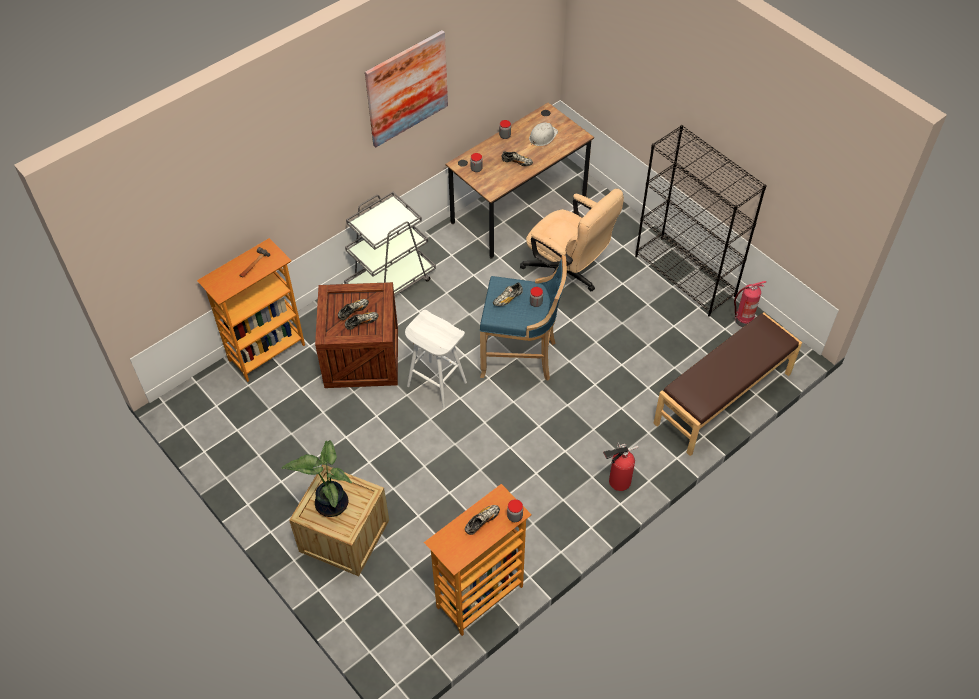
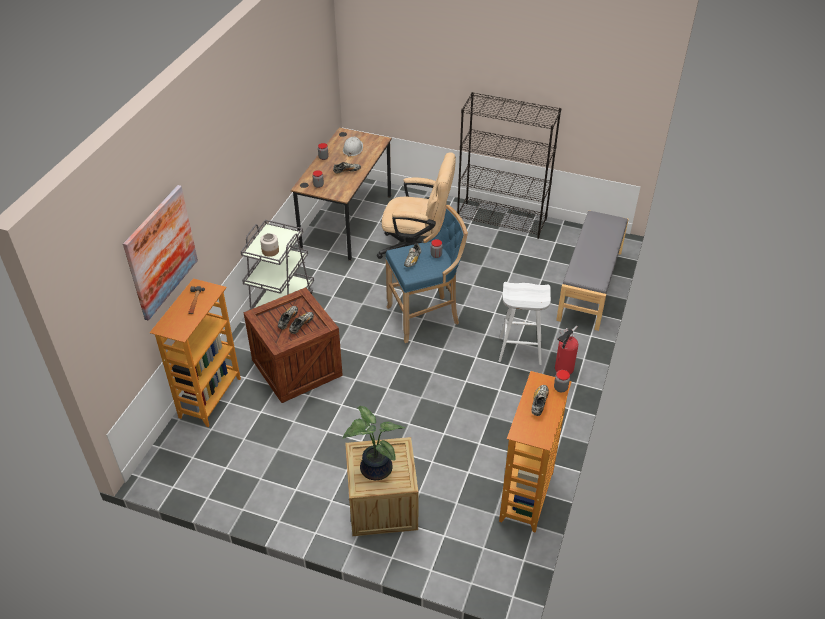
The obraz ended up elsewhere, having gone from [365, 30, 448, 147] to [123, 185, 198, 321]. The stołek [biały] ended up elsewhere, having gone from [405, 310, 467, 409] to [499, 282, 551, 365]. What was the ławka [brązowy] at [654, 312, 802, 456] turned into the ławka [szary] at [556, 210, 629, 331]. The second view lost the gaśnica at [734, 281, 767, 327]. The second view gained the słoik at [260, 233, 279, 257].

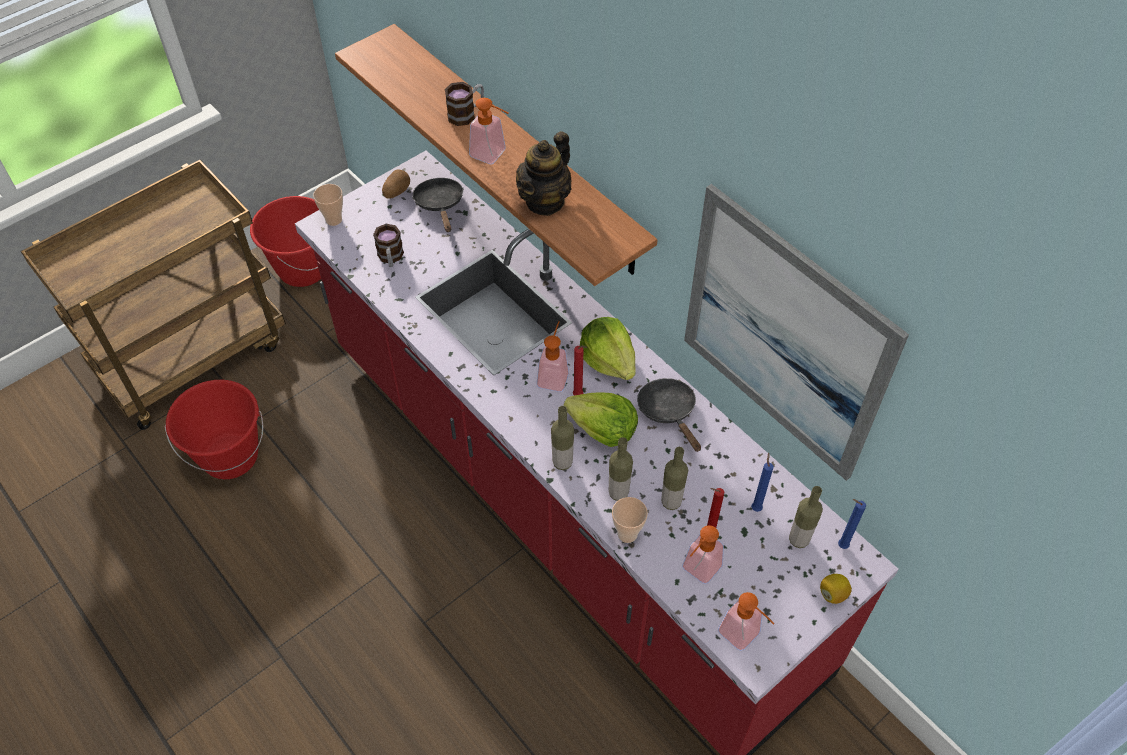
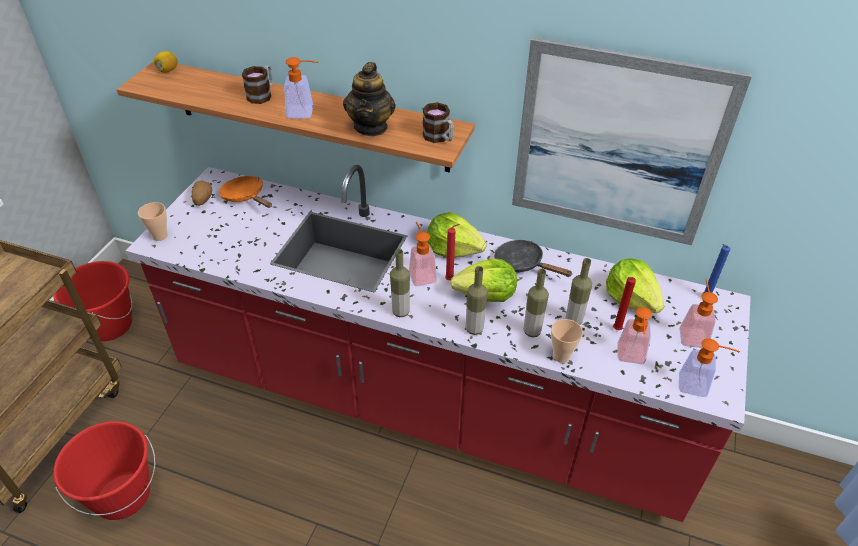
The kubek ended up elsewhere, having gone from [373, 224, 404, 267] to [423, 102, 454, 143]. What was the patelnia [czarny] at [412, 178, 464, 232] turned into the patelnia [pomarańczowy] at [219, 176, 272, 208]. Where the świeca [niebieski] stood at [751, 453, 774, 512], the sałata came to stand at [606, 258, 664, 313]. The butelka ended up elsewhere, having gone from [789, 486, 823, 548] to [390, 249, 410, 317]. The cytryna ended up elsewhere, having gone from [820, 574, 852, 604] to [154, 51, 178, 73]. The second view gained the dozownik mydła at [679, 280, 718, 348].

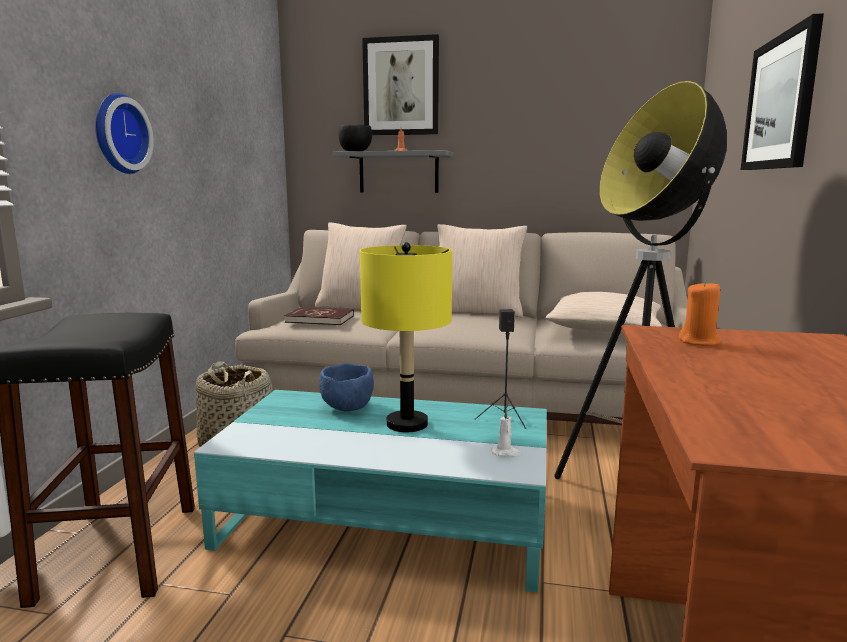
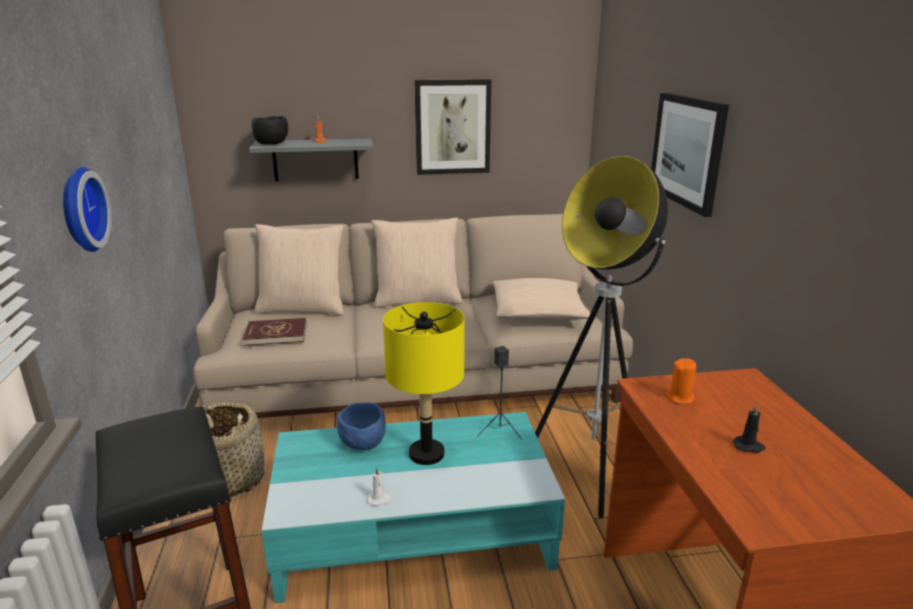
The obraz ended up elsewhere, having gone from [362, 34, 439, 135] to [415, 79, 491, 175]. The świeca [biały] ended up elsewhere, having gone from [492, 409, 521, 457] to [367, 467, 392, 506]. The second view gained the świeca [czarny] at [733, 404, 765, 453].

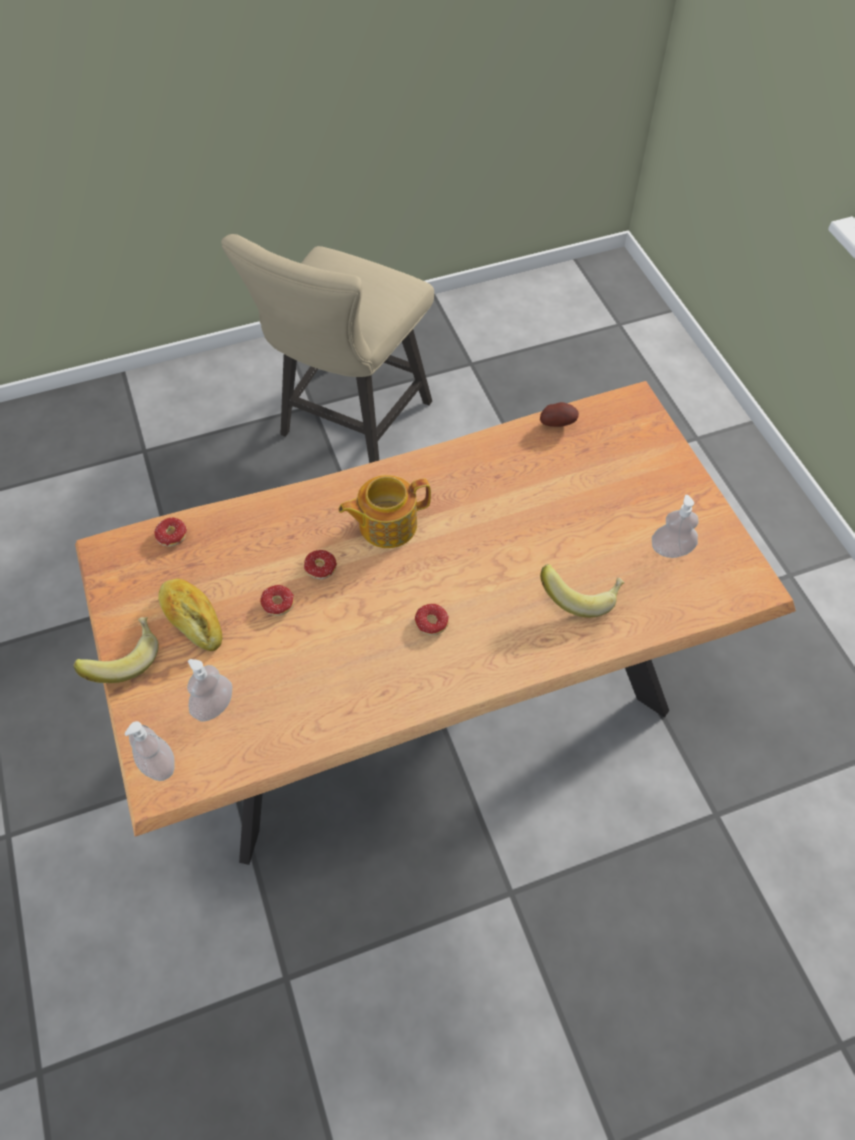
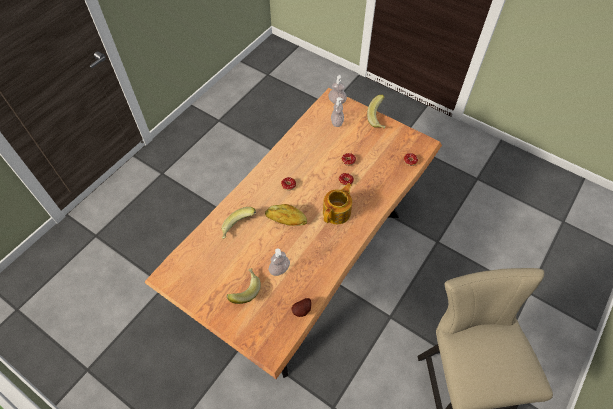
The chleb ended up elsewhere, having gone from [158, 579, 222, 651] to [265, 204, 307, 226]. The dozownik mydła ended up elsewhere, having gone from [652, 495, 698, 558] to [269, 249, 290, 276]. The second view gained the banan at [227, 268, 261, 304].

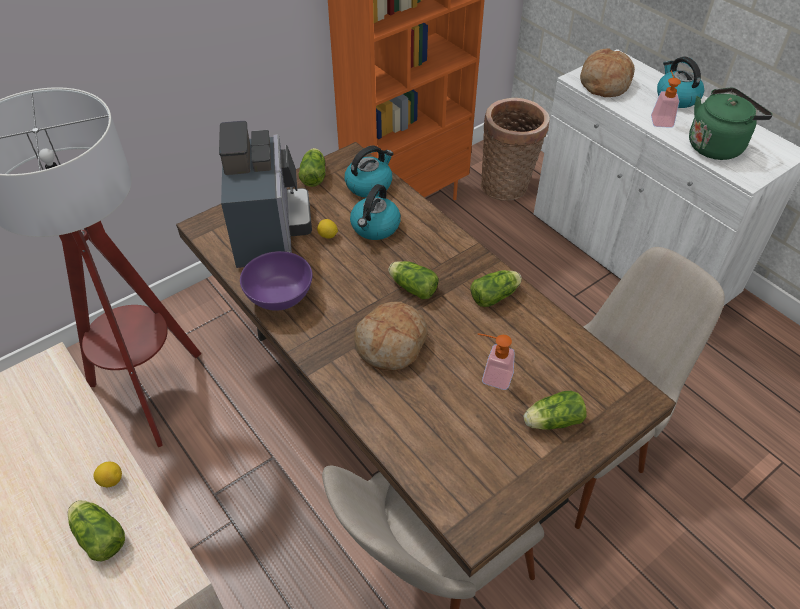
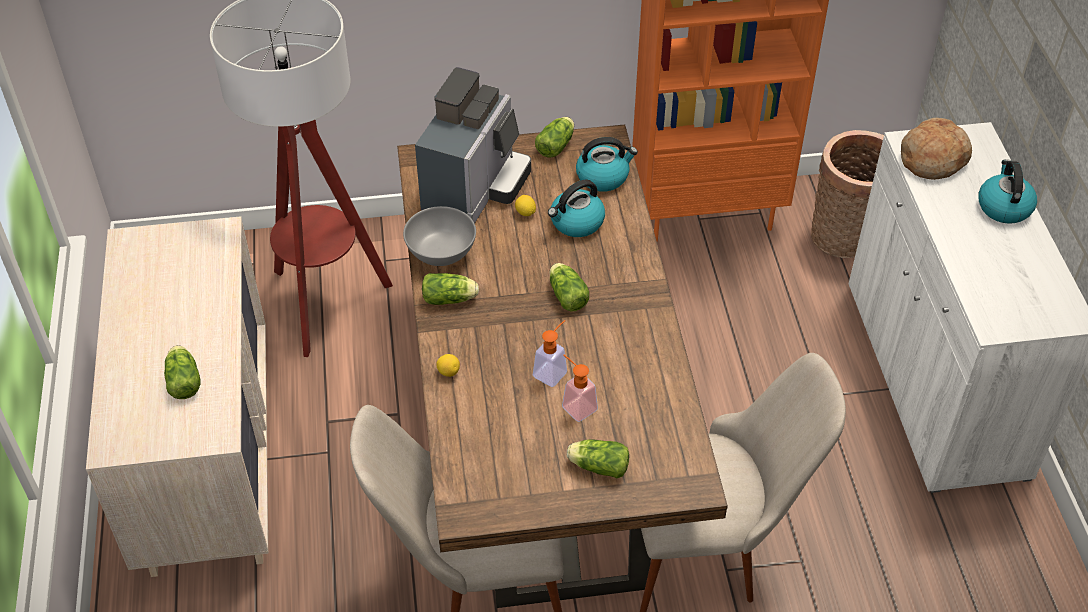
The cytryna ended up elsewhere, having gone from [93, 462, 122, 487] to [436, 354, 460, 377]. What was the miska [fioletowy] at [240, 251, 312, 311] turned into the miska [szary] at [403, 206, 476, 266]. The second view lost the chleb at [354, 302, 428, 371]. The sałata ended up elsewhere, having gone from [470, 270, 522, 307] to [422, 273, 479, 305]. The dozownik mydła ended up elsewhere, having gone from [651, 71, 681, 128] to [533, 320, 567, 387]. The second view lost the czajnik [zielony] at [689, 87, 773, 160].

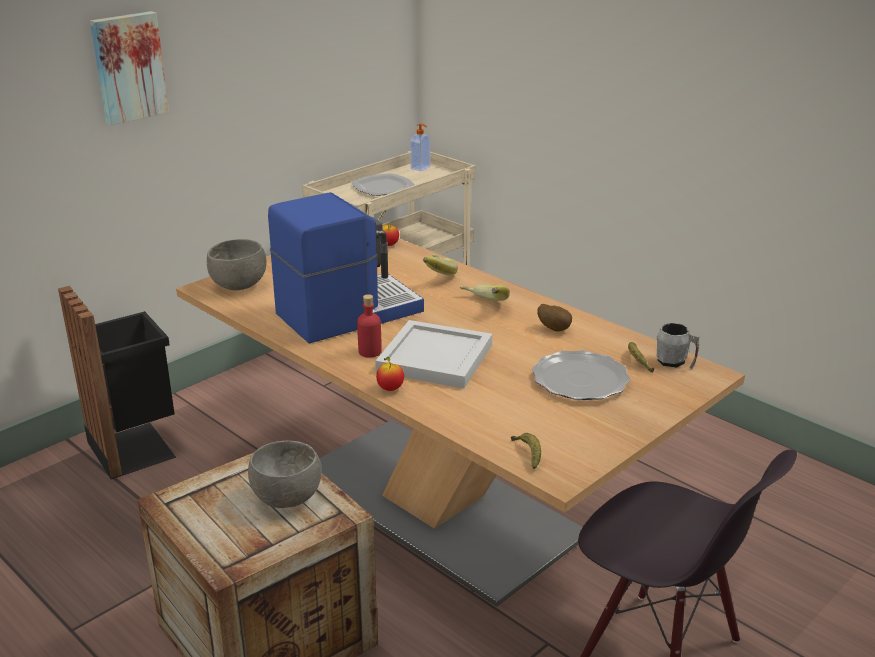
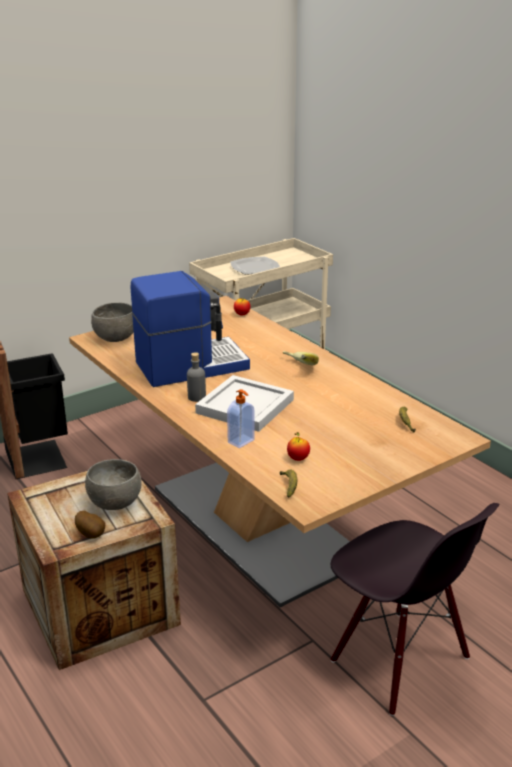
The second view lost the obraz at [90, 11, 169, 125]. What was the butelka [czerwony] at [357, 294, 382, 358] turned into the butelka [szary] at [187, 352, 206, 402]. The jabłko ended up elsewhere, having gone from [376, 357, 404, 391] to [287, 432, 310, 461]. The dozownik mydła ended up elsewhere, having gone from [410, 124, 430, 171] to [227, 389, 255, 448]. The second view lost the banan at [423, 254, 458, 275]. The second view lost the talerz at [532, 350, 631, 400]. The ziemniak ended up elsewhere, having gone from [537, 304, 572, 331] to [75, 511, 105, 539]. The second view lost the kubek [szary] at [657, 323, 700, 369].

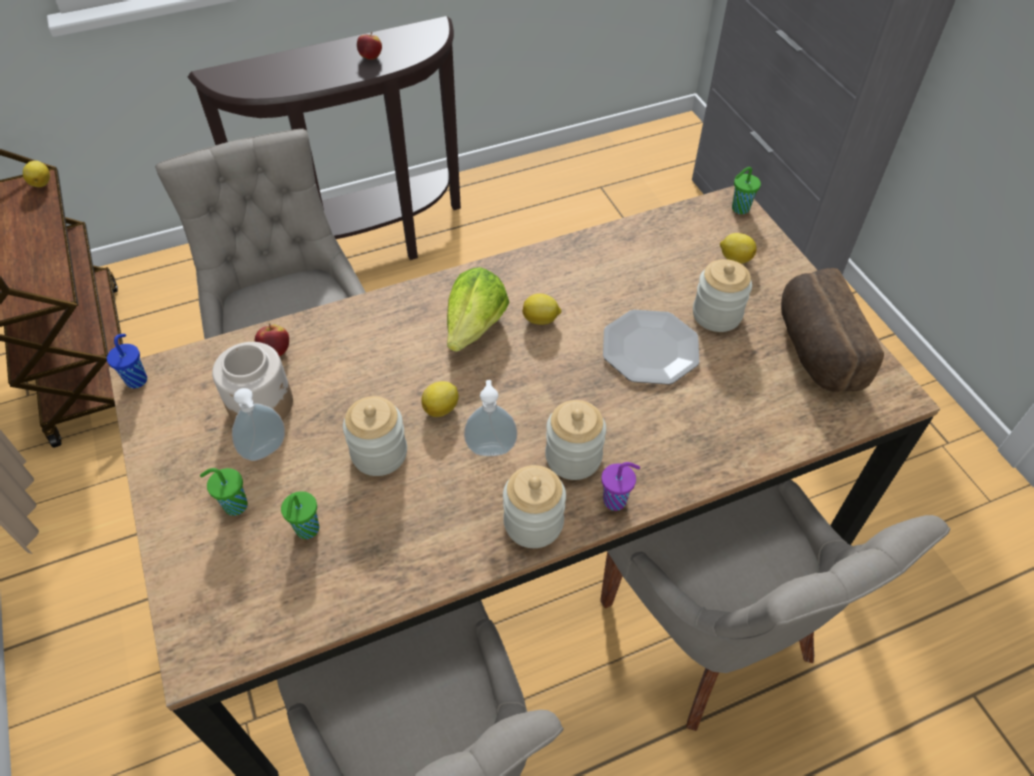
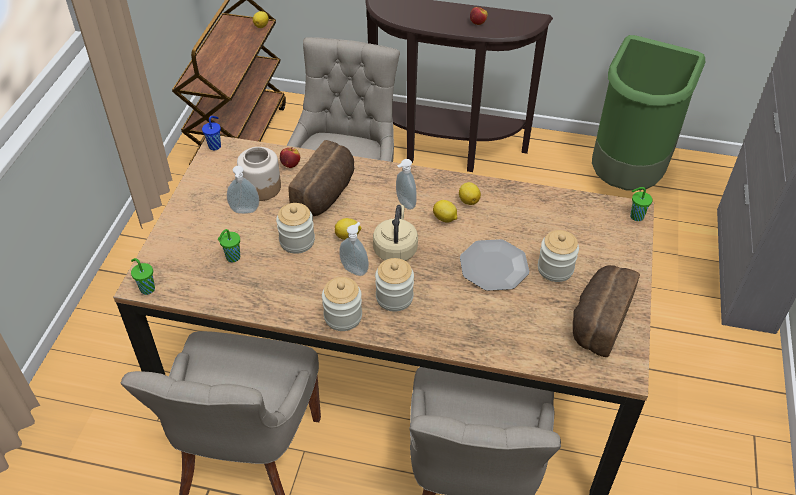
The filiżanka [zielony] ended up elsewhere, having gone from [200, 468, 248, 516] to [131, 258, 155, 295]. Where the sałata stood at [447, 267, 509, 352], the dozownik mydła came to stand at [396, 159, 417, 210]. The second view lost the filiżanka [fioletowy] at [602, 462, 640, 511]. The cytryna ended up elsewhere, having gone from [720, 233, 757, 264] to [459, 182, 481, 205]. The second view gained the chleb at [288, 140, 354, 216]. The second view gained the czajnik [beżowy] at [373, 205, 418, 261]. The second view gained the kosz na śmieci [zielony] at [592, 35, 705, 191].

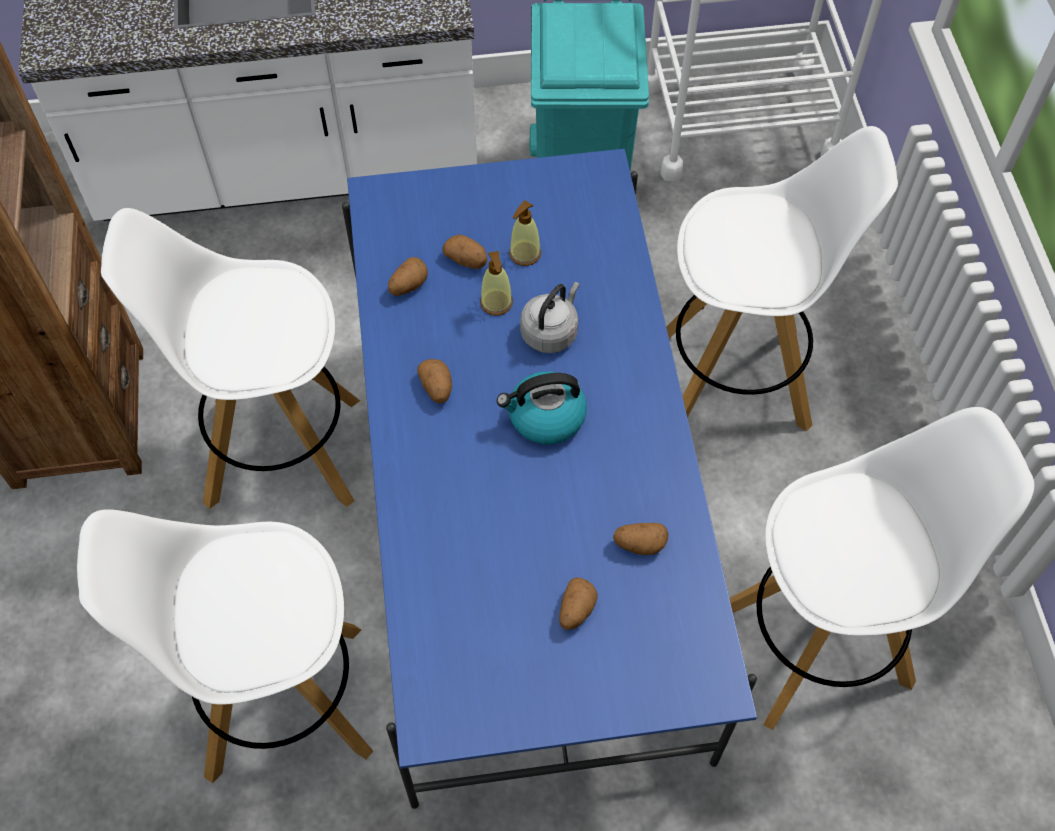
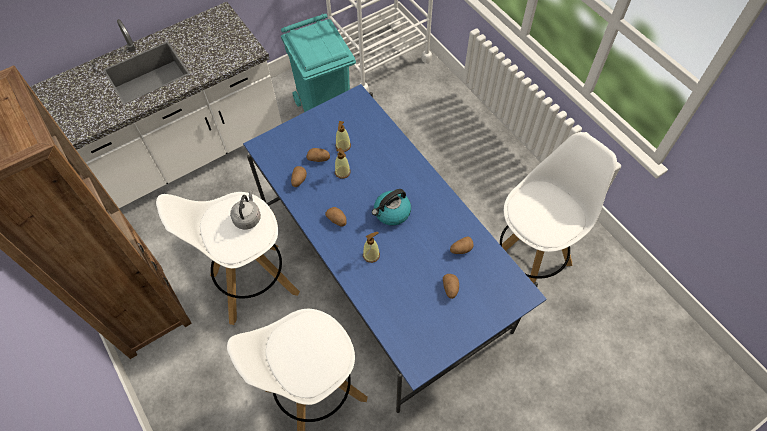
The czajnik [szary] ended up elsewhere, having gone from [520, 282, 580, 353] to [230, 191, 261, 230]. The second view lost the stołek [biały] at [666, 126, 898, 431]. The second view gained the dozownik mydła at [363, 232, 380, 263].

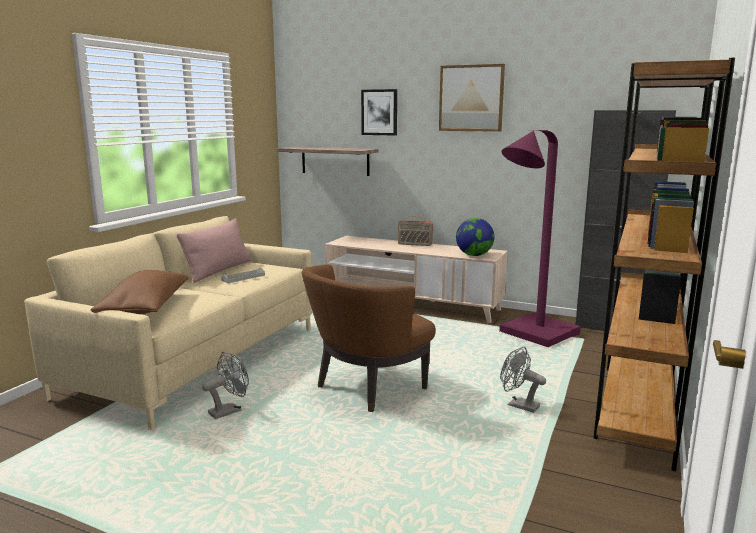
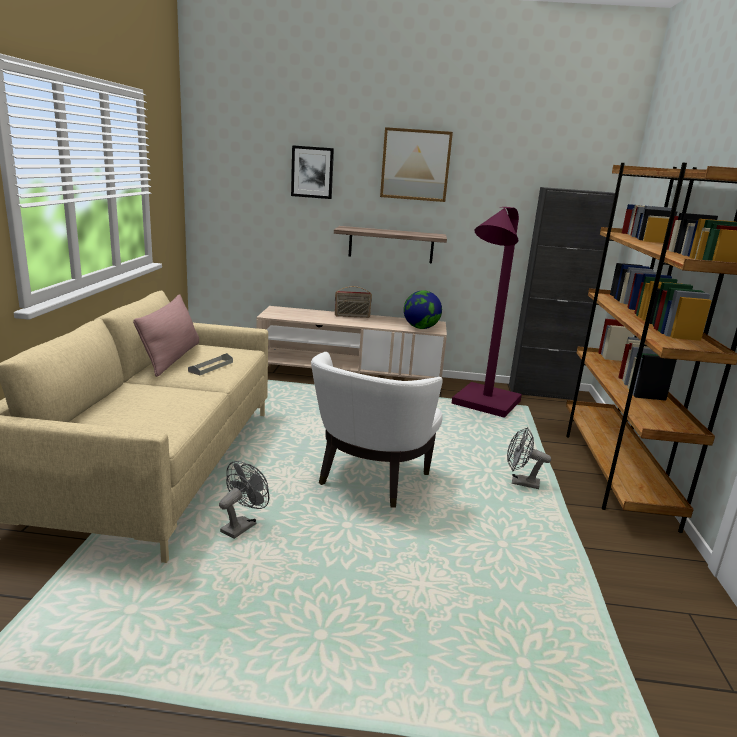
The second view lost the poduszka [brązowy] at [91, 270, 188, 314]. The półka ended up elsewhere, having gone from [277, 147, 378, 176] to [334, 226, 447, 263]. What was the fotel [brązowy] at [302, 264, 436, 412] turned into the fotel [biały] at [311, 352, 443, 508].

